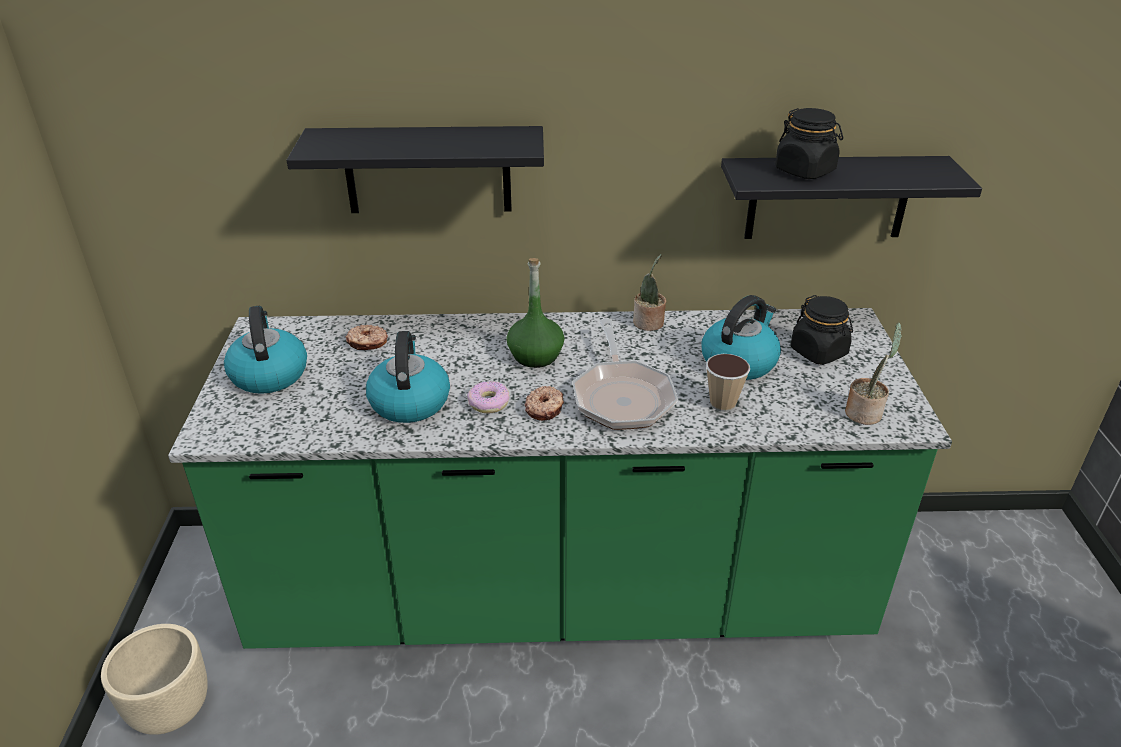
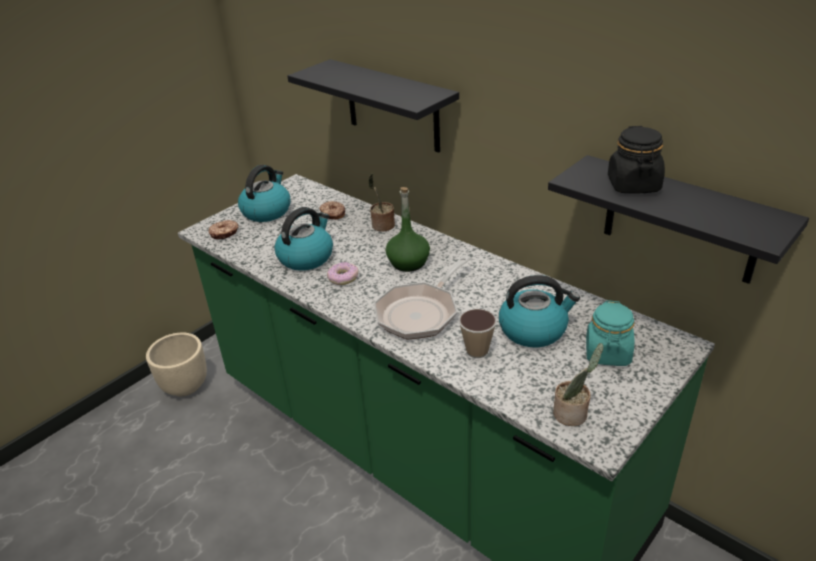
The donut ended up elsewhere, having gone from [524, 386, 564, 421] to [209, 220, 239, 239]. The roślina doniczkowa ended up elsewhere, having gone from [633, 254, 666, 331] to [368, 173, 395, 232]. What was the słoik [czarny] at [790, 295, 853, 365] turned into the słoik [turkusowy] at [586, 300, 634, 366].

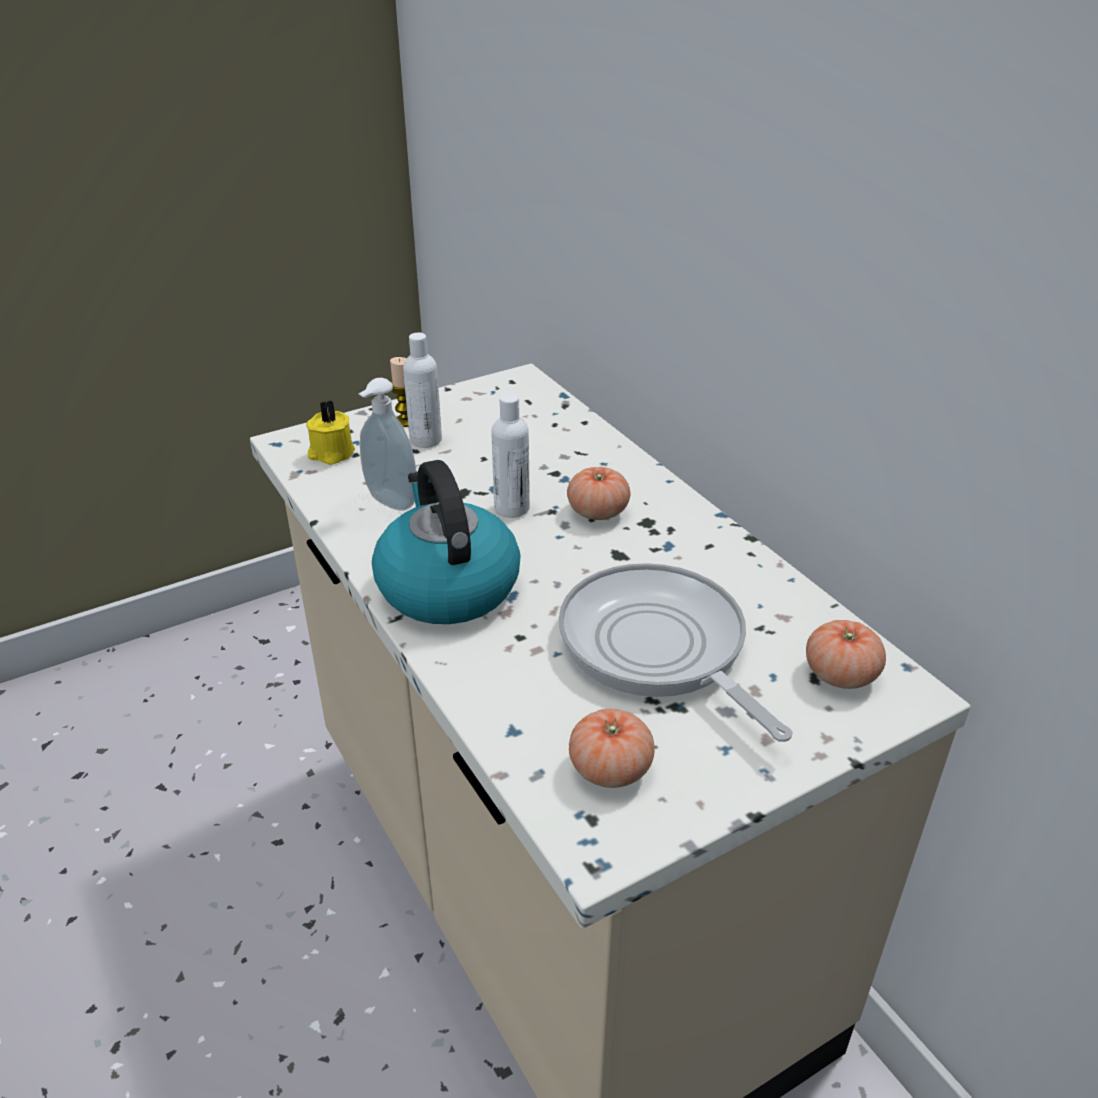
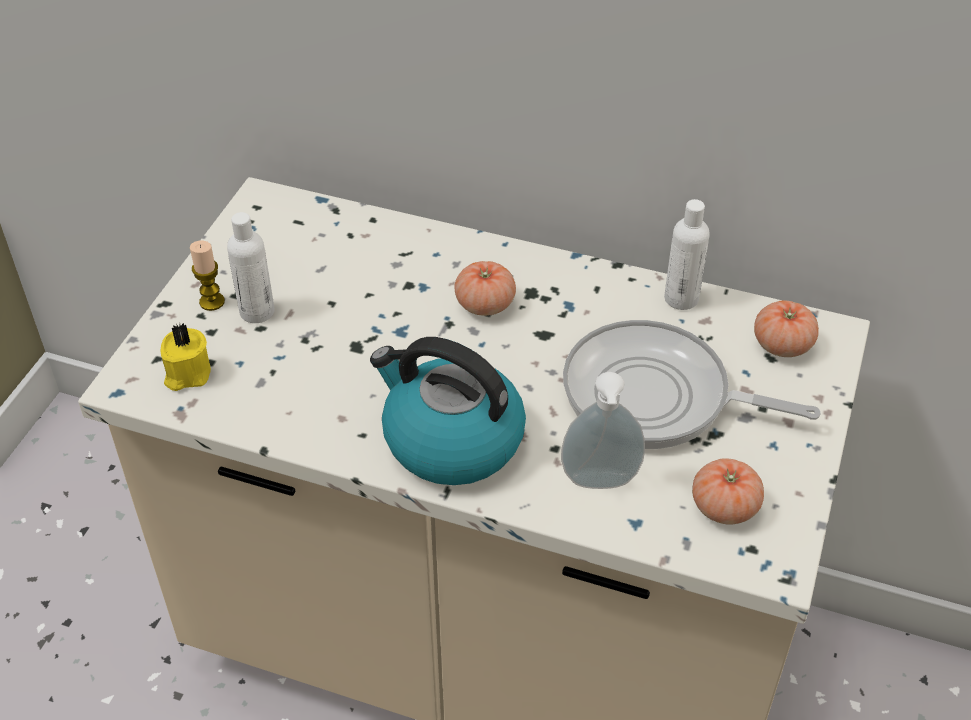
The dozownik mydła ended up elsewhere, having gone from [359, 378, 416, 511] to [561, 372, 645, 489]. The butelka [biały] ended up elsewhere, having gone from [491, 393, 530, 518] to [664, 199, 710, 310].

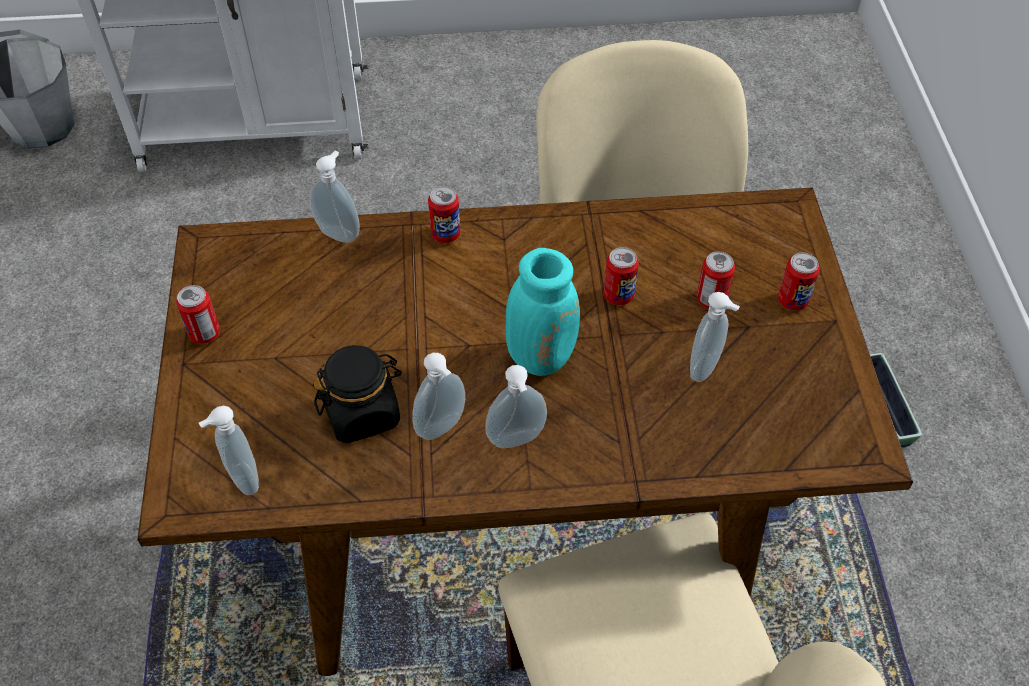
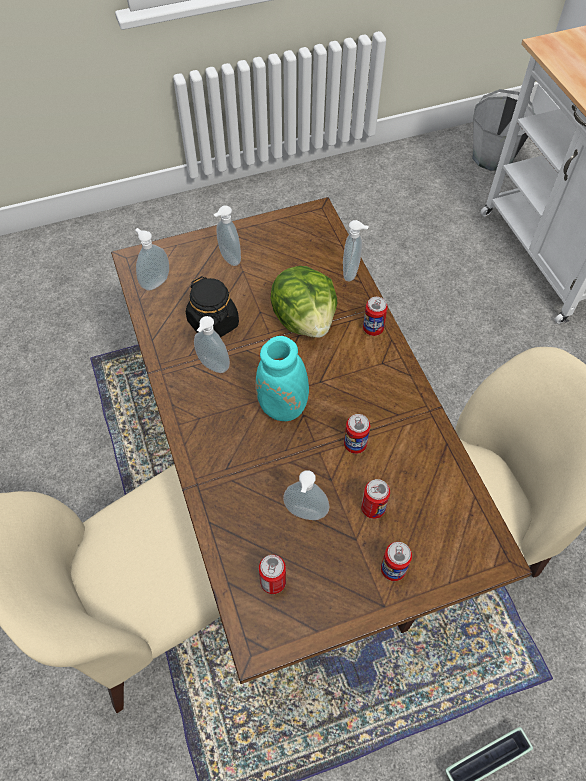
The puszka ended up elsewhere, having gone from [176, 285, 220, 344] to [259, 555, 286, 594]. The dozownik mydła ended up elsewhere, having gone from [485, 365, 547, 448] to [213, 205, 241, 266]. The second view gained the sałata at [270, 266, 337, 338].

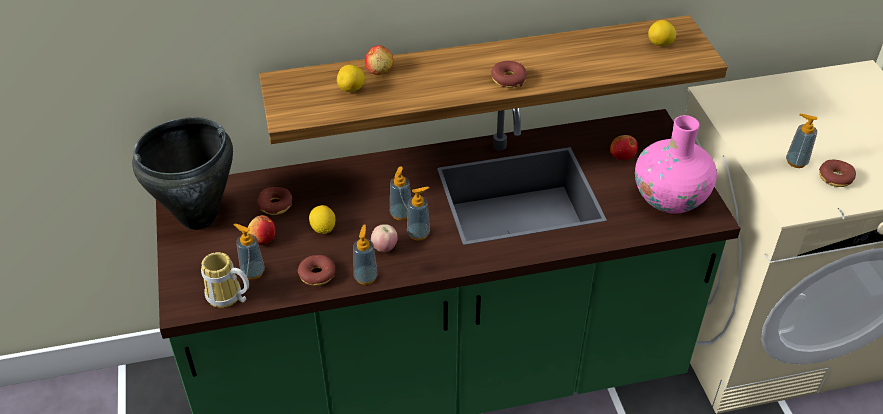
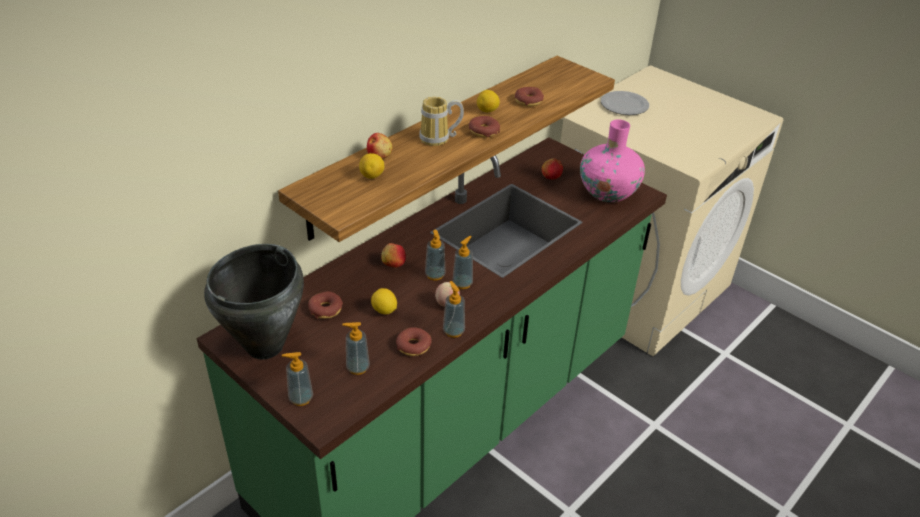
The kubek ended up elsewhere, having gone from [201, 252, 249, 308] to [419, 97, 464, 146]. The jabłko ended up elsewhere, having gone from [248, 215, 275, 245] to [381, 243, 406, 268]. The cytryna ended up elsewhere, having gone from [648, 20, 676, 46] to [477, 90, 500, 112]. The dozownik mydła ended up elsewhere, having gone from [786, 114, 818, 168] to [282, 352, 313, 406]. The donut ended up elsewhere, having gone from [819, 160, 856, 187] to [515, 87, 544, 106]. The second view gained the talerz at [601, 91, 649, 115].

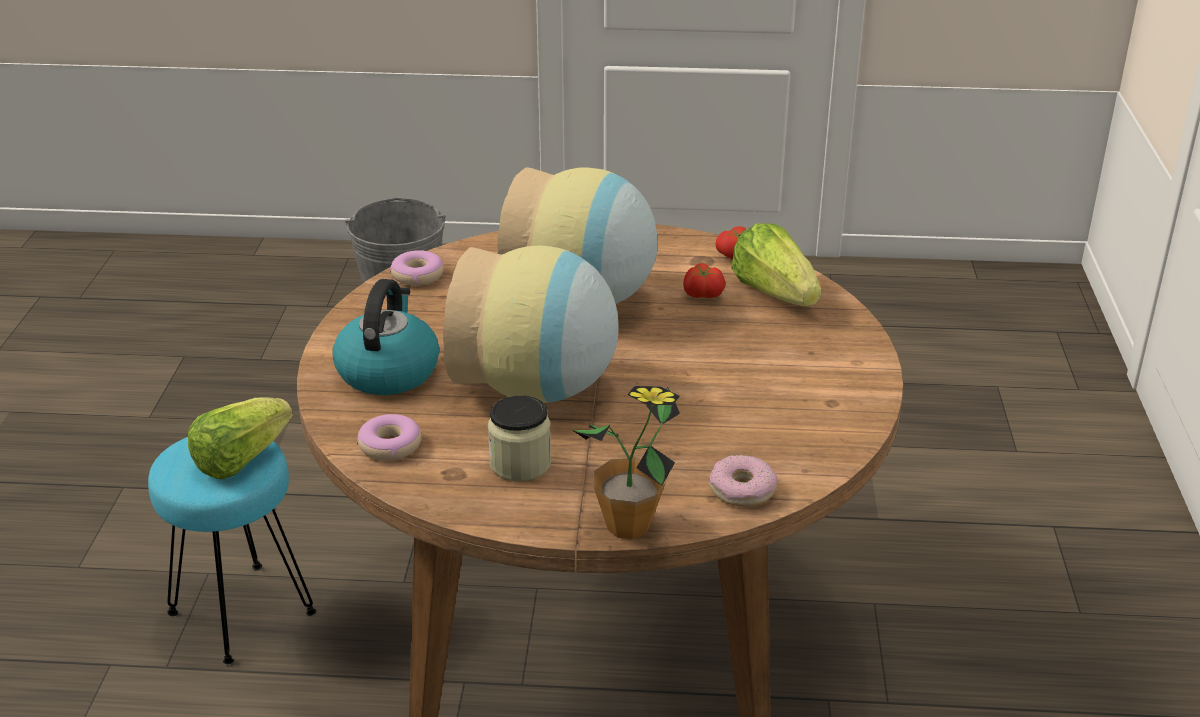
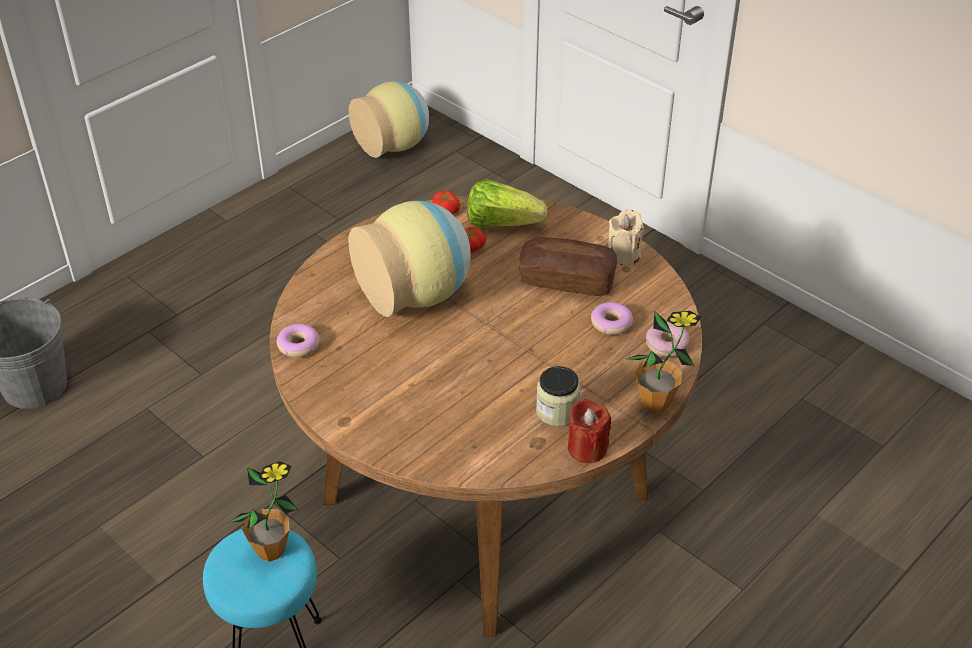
Where the sałata stood at [188, 397, 293, 479], the roślina doniczkowa came to stand at [228, 461, 298, 561]. The second view lost the czajnik at [332, 279, 440, 395]. The donut ended up elsewhere, having gone from [357, 414, 422, 461] to [591, 302, 633, 335]. The wazon ended up elsewhere, having gone from [443, 246, 618, 403] to [348, 81, 429, 158]. The second view gained the chleb at [519, 237, 617, 296]. The second view gained the świeca [czerwony] at [568, 398, 611, 463]. The second view gained the świeca [beżowy] at [608, 210, 644, 265].

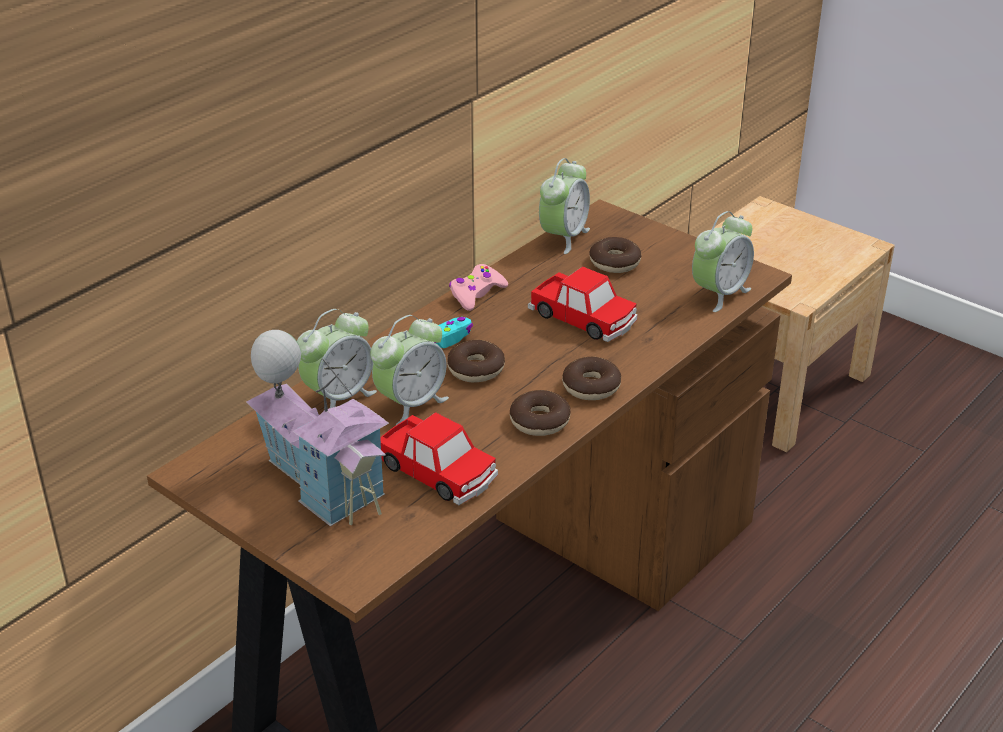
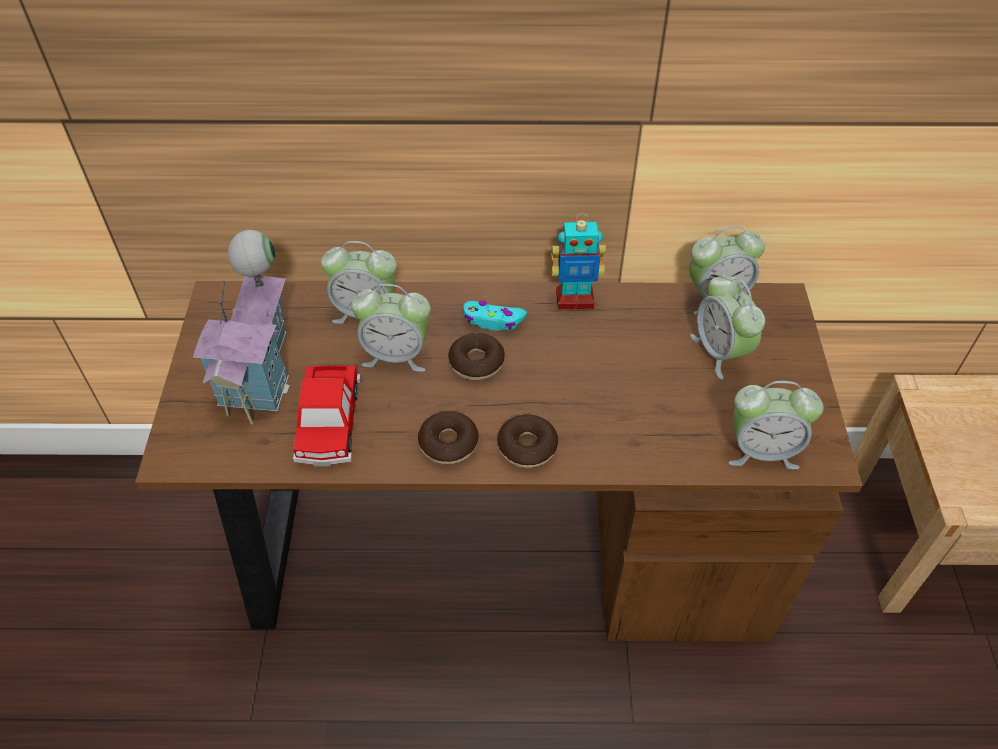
Where the pad do gier [różowy] stood at [449, 264, 508, 311], the robot zabawkowy came to stand at [551, 214, 606, 309]. The second view lost the samochodzik at [528, 266, 638, 342]. Where the donut stood at [589, 237, 641, 273], the budzik came to stand at [690, 274, 765, 379].

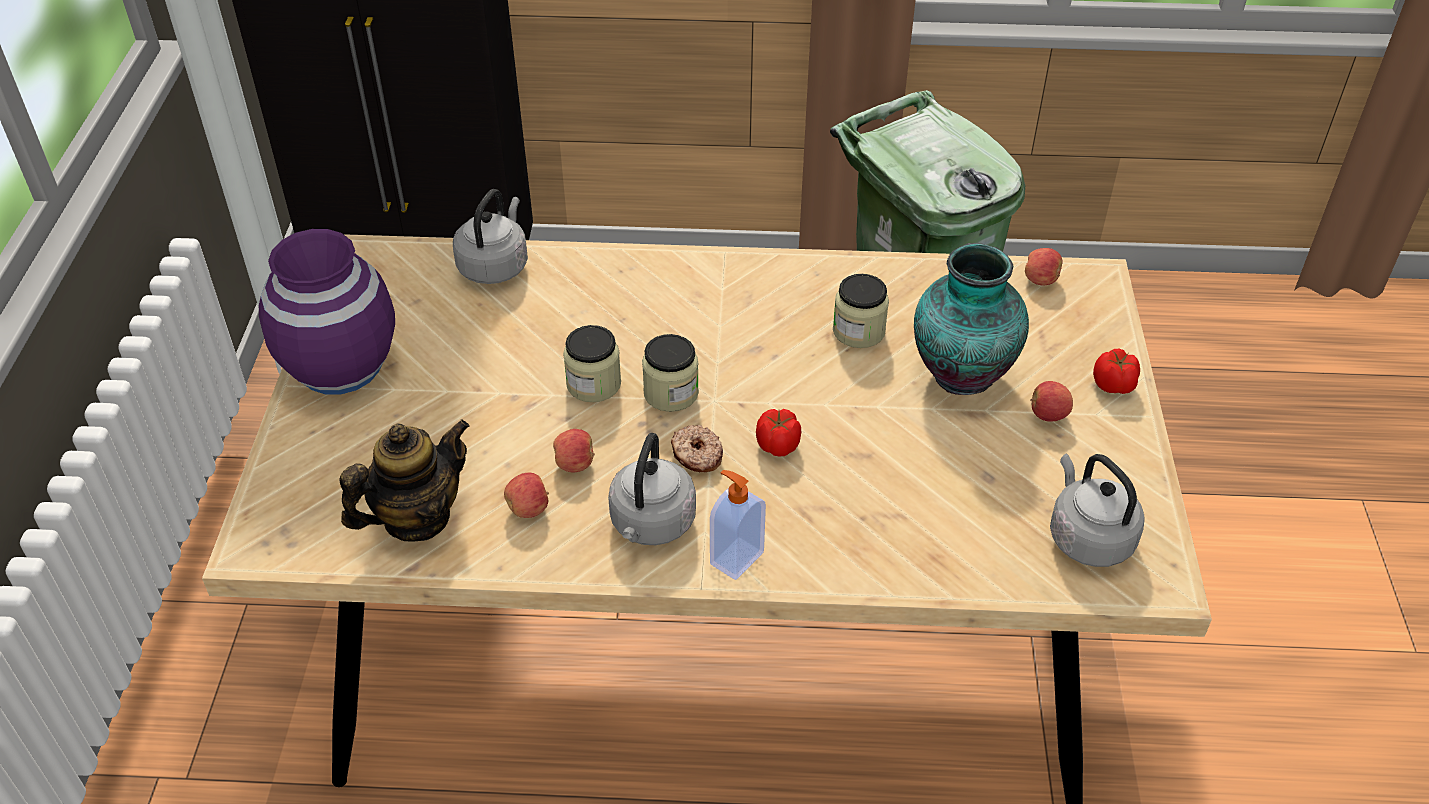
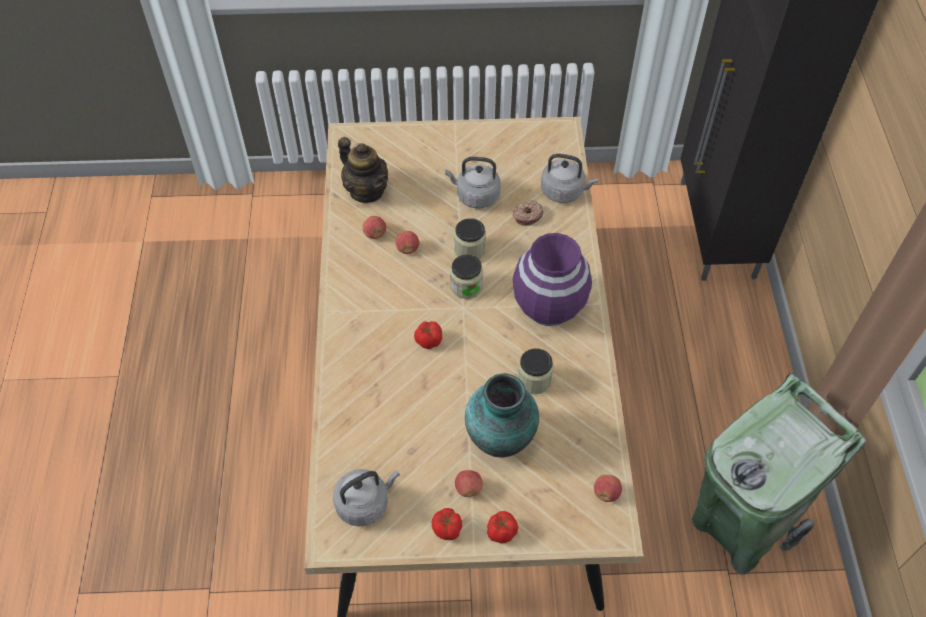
The wazon [fioletowy] ended up elsewhere, having gone from [259, 229, 395, 394] to [513, 233, 592, 326]. The czajnik [szary] ended up elsewhere, having gone from [608, 433, 696, 545] to [445, 157, 501, 208]. The donut ended up elsewhere, having gone from [671, 425, 723, 472] to [513, 200, 543, 226]. The second view lost the dozownik mydła at [710, 470, 766, 580]. The second view gained the pomidor at [432, 508, 462, 540].

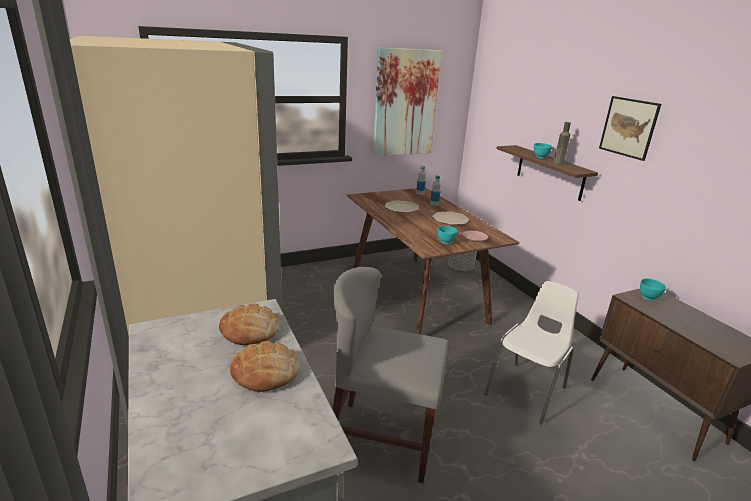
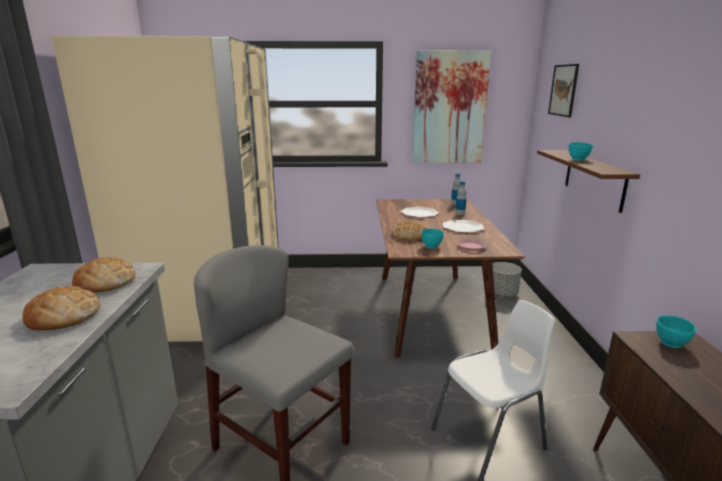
The second view lost the butelka [brązowy] at [553, 122, 571, 165]. The obraz ended up elsewhere, having gone from [599, 96, 661, 161] to [548, 64, 579, 117]. The second view gained the chleb at [391, 220, 427, 240].

